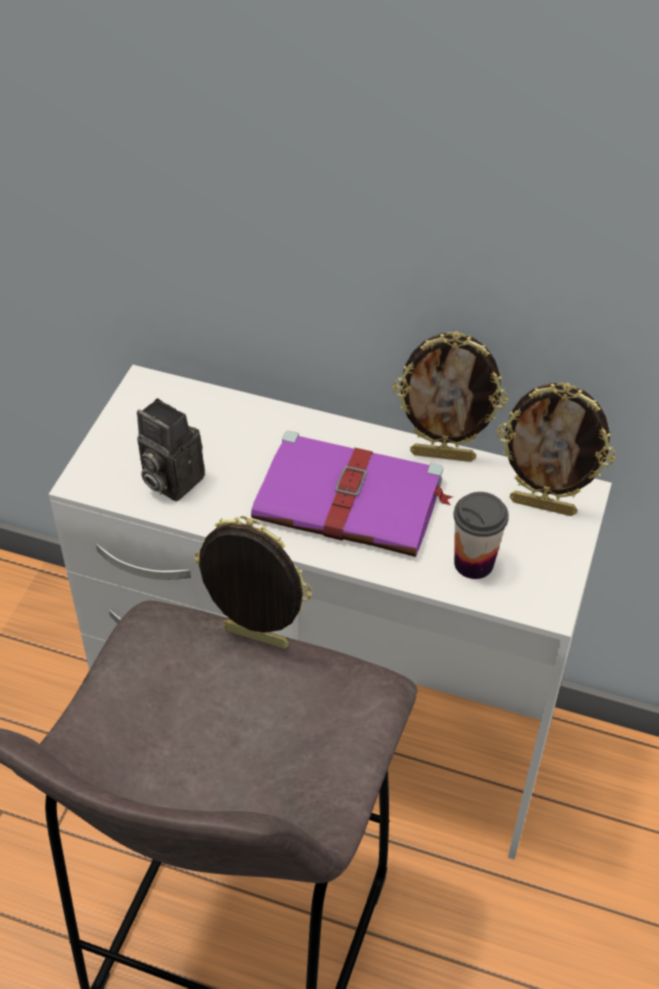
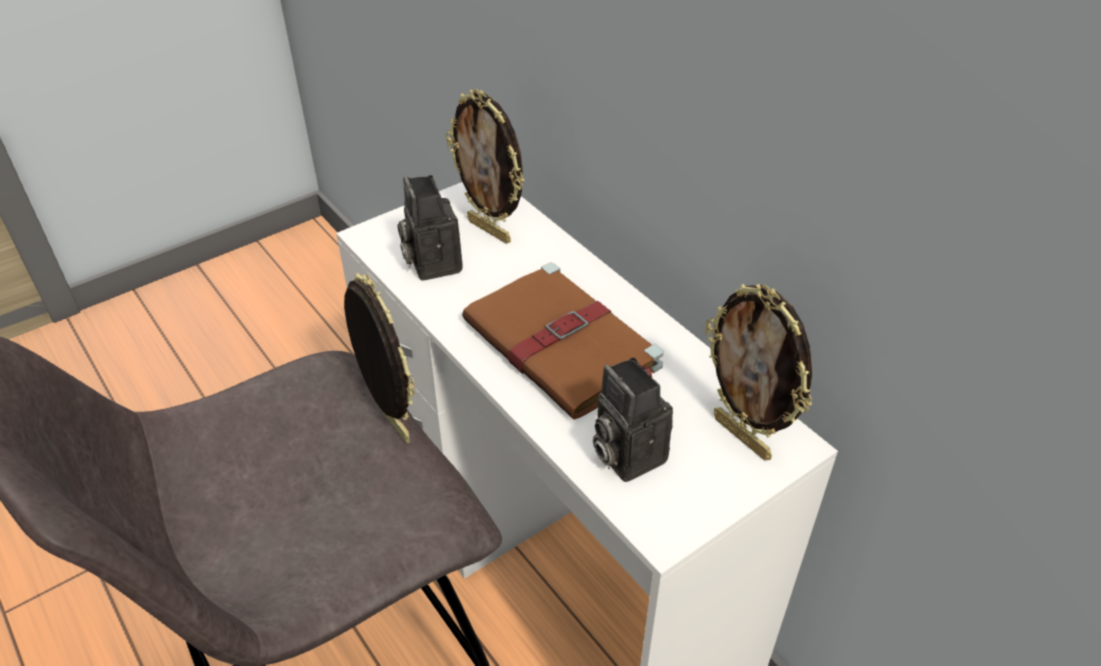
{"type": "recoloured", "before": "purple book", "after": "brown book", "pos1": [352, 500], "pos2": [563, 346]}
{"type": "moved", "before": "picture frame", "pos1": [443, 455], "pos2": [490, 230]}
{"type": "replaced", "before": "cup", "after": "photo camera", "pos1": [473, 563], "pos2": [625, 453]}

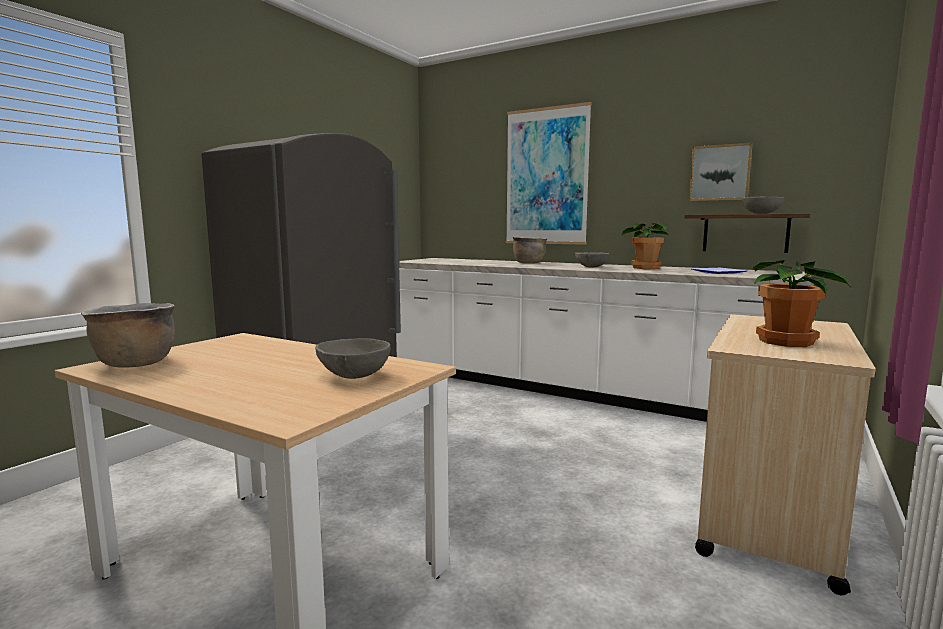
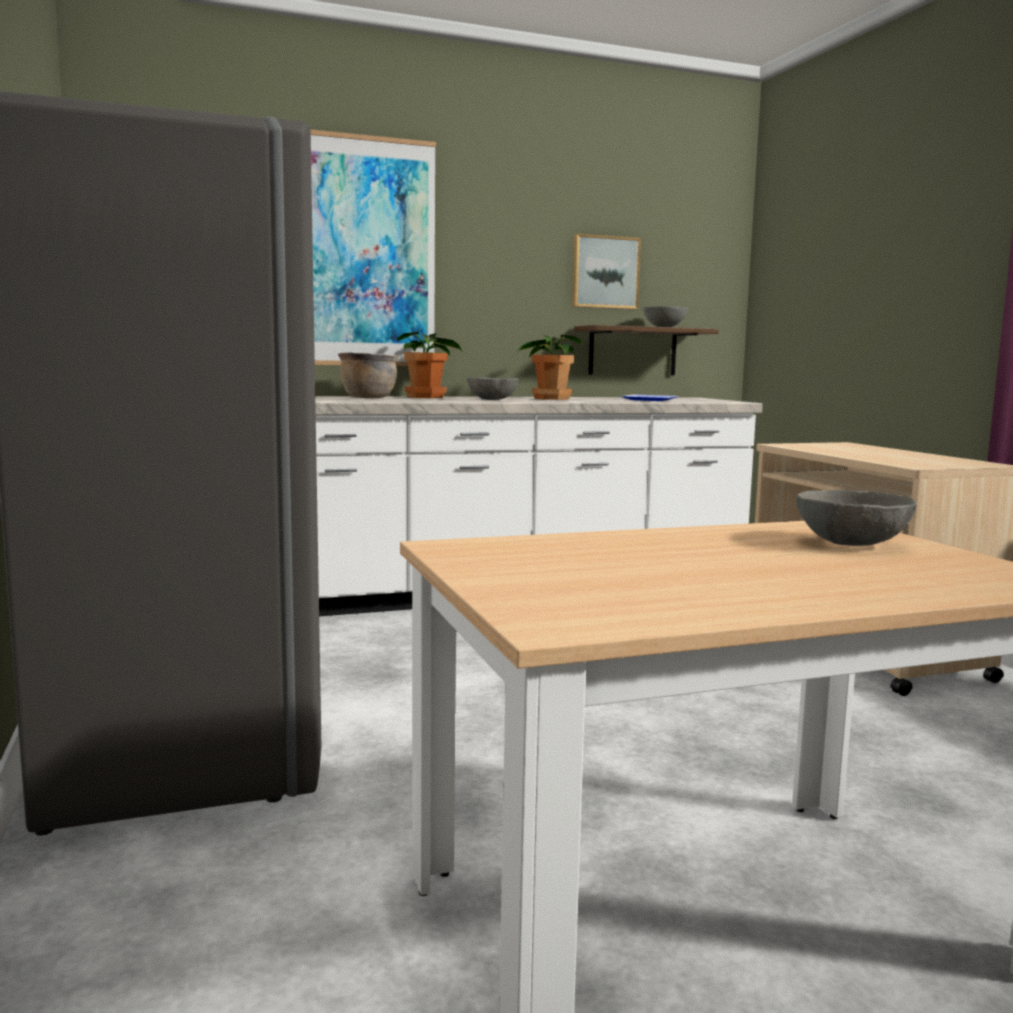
{"type": "removed", "before": "brown cooking pot", "pos1": [135, 364]}
{"type": "moved", "before": "potted plant", "pos1": [788, 342], "pos2": [427, 397]}

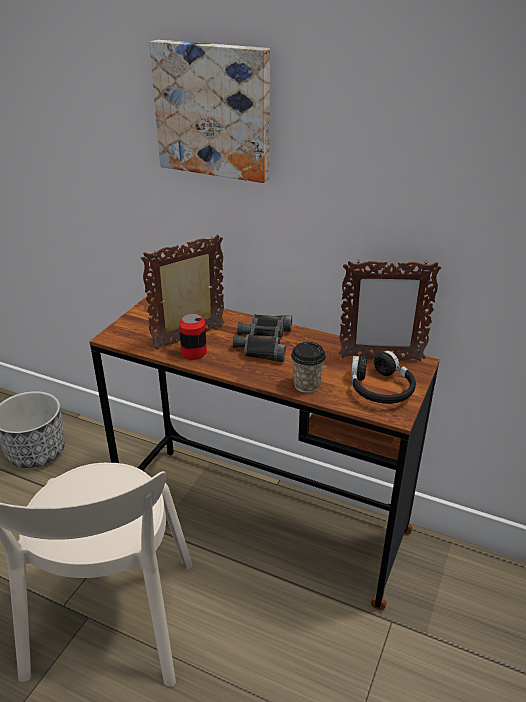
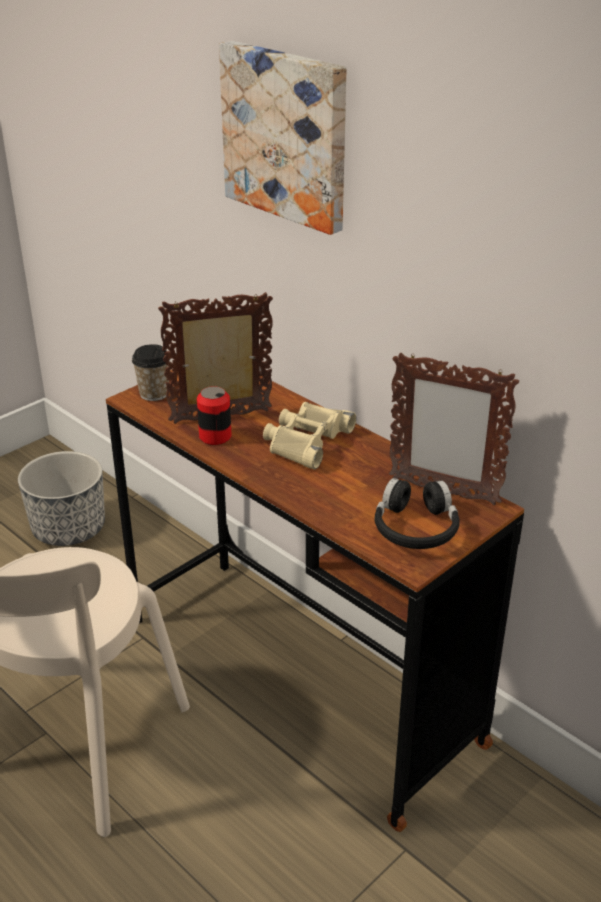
{"type": "recoloured", "before": "black binoculars", "after": "beige binoculars", "pos1": [263, 343], "pos2": [306, 441]}
{"type": "moved", "before": "cup", "pos1": [306, 385], "pos2": [154, 394]}

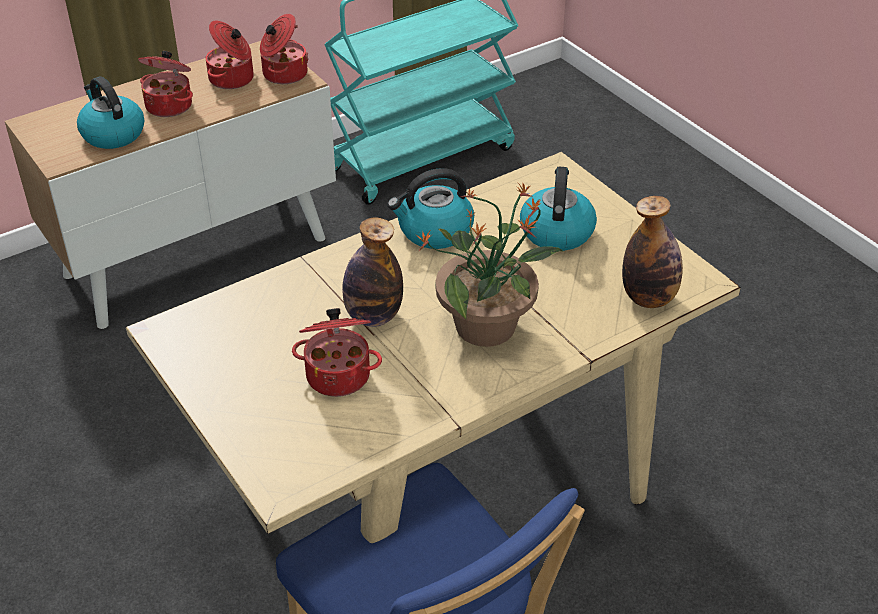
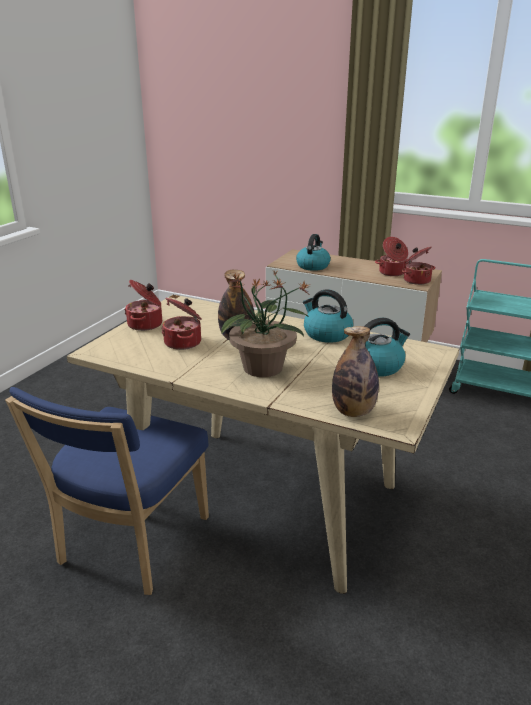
{"type": "moved", "before": "cooking pot", "pos1": [170, 105], "pos2": [146, 324]}

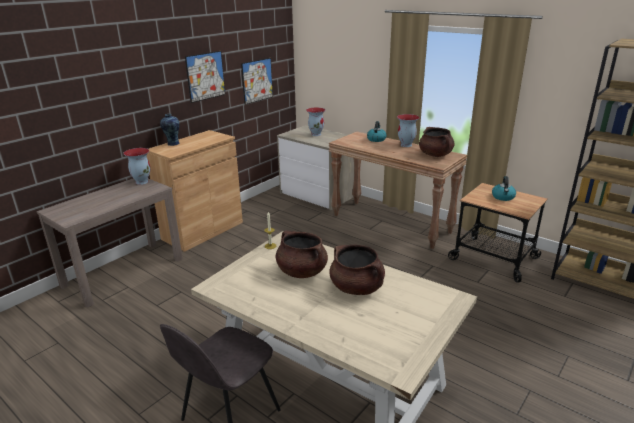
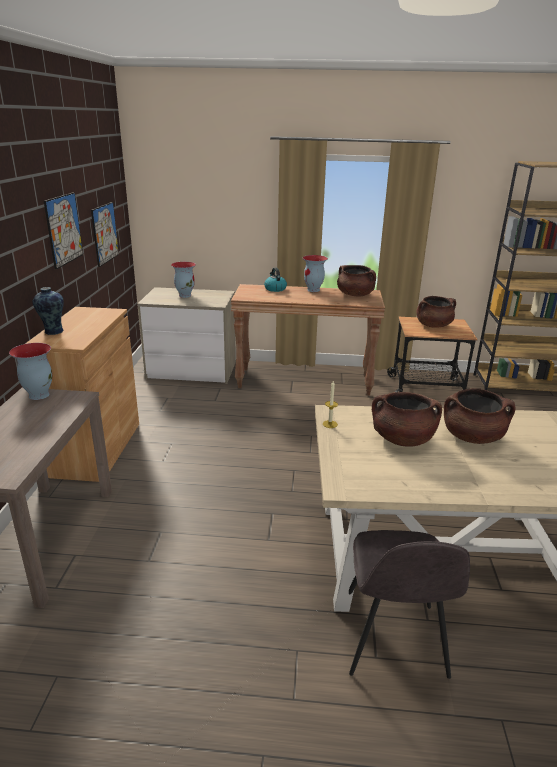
{"type": "replaced", "before": "kettle", "after": "brown cooking pot", "pos1": [503, 197], "pos2": [433, 325]}

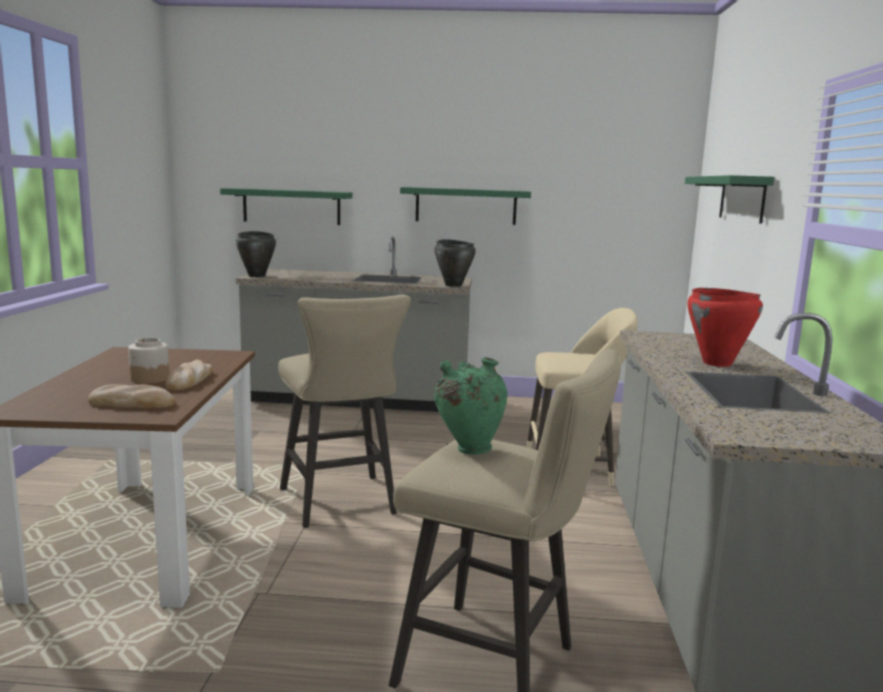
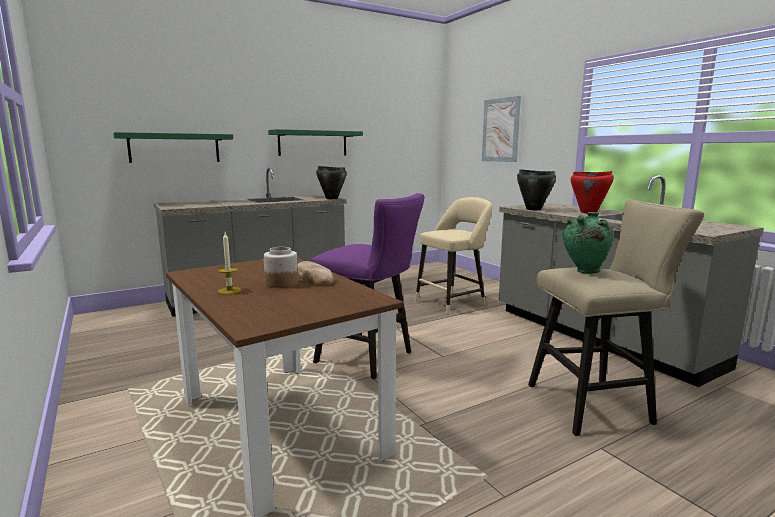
{"type": "removed", "before": "bread", "pos1": [132, 403]}
{"type": "moved", "before": "black cooking pot", "pos1": [257, 276], "pos2": [533, 209]}
{"type": "recoloured", "before": "beige stool", "after": "purple stool", "pos1": [341, 504], "pos2": [370, 358]}
{"type": "replaced", "before": "green shelf", "after": "picture", "pos1": [742, 198], "pos2": [500, 130]}
{"type": "added", "after": "candle", "pos2": [229, 291]}

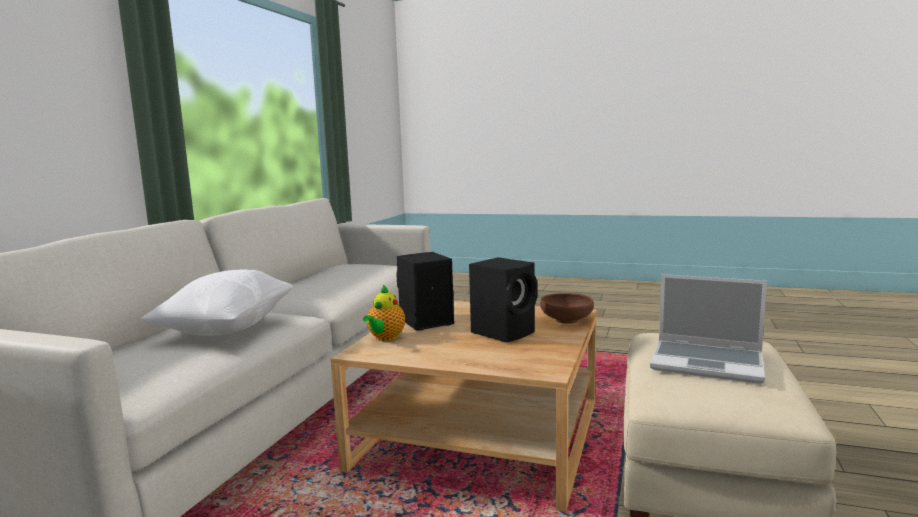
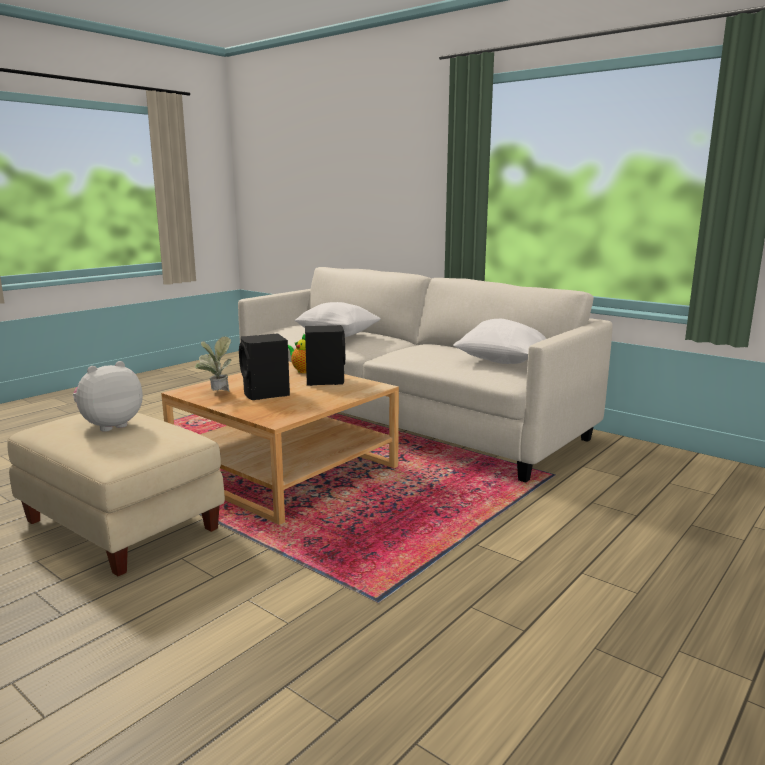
{"type": "removed", "before": "brown bowl", "pos1": [566, 320]}
{"type": "replaced", "before": "laptop", "after": "plush toy", "pos1": [708, 363], "pos2": [109, 425]}
{"type": "added", "after": "potted plant", "pos2": [216, 393]}
{"type": "added", "after": "white pillow", "pos2": [501, 361]}

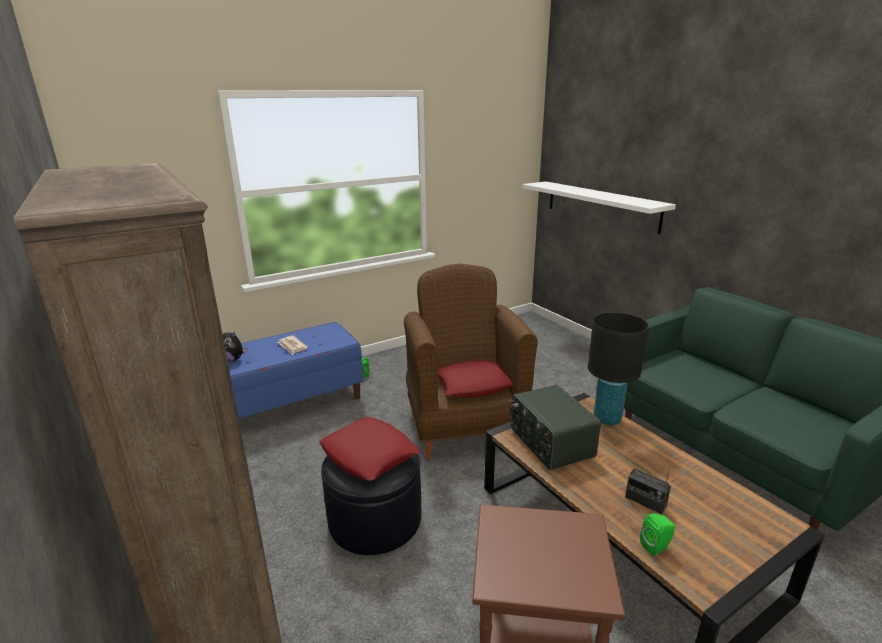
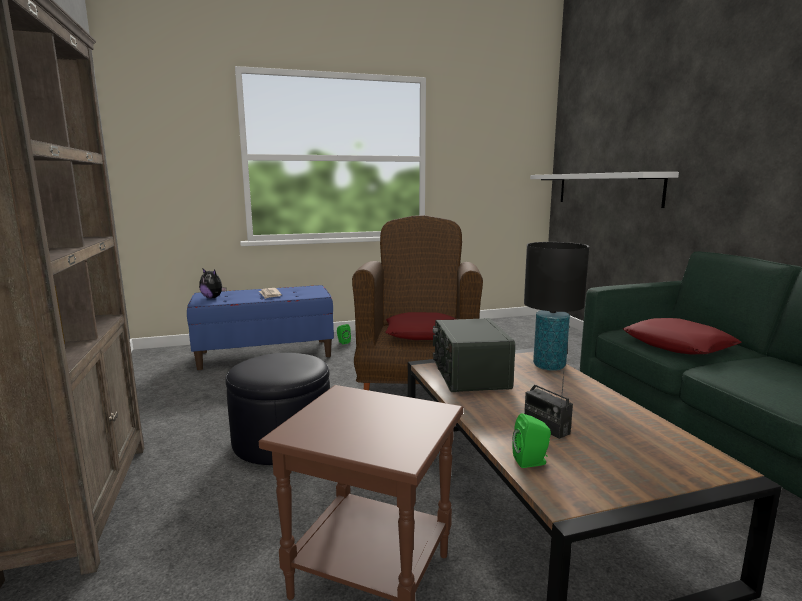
{"type": "moved", "before": "red pillow", "pos1": [369, 455], "pos2": [678, 345]}

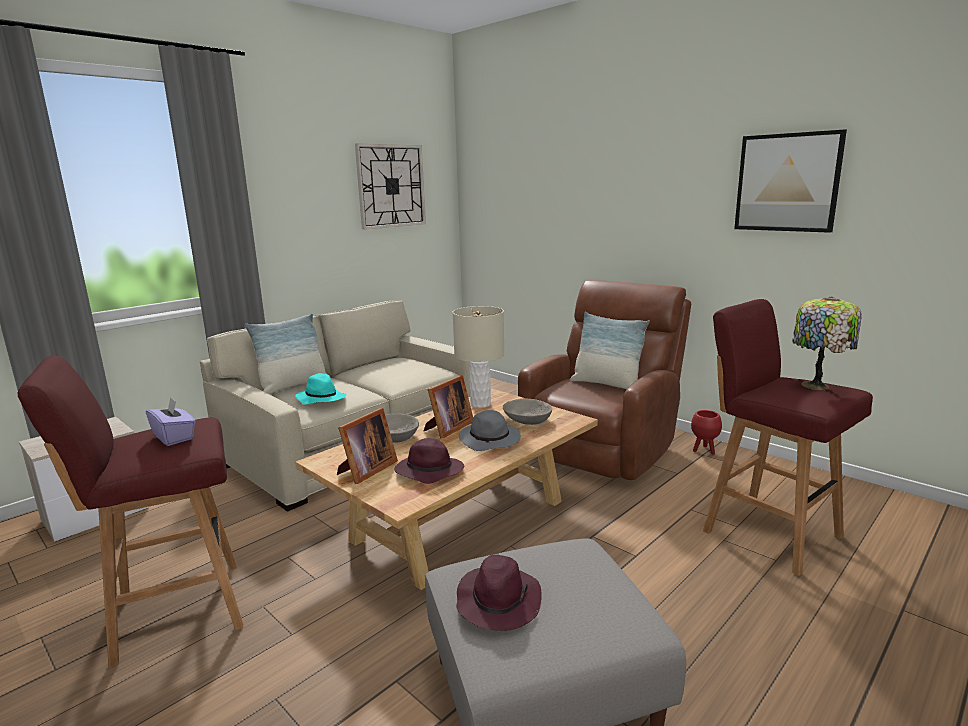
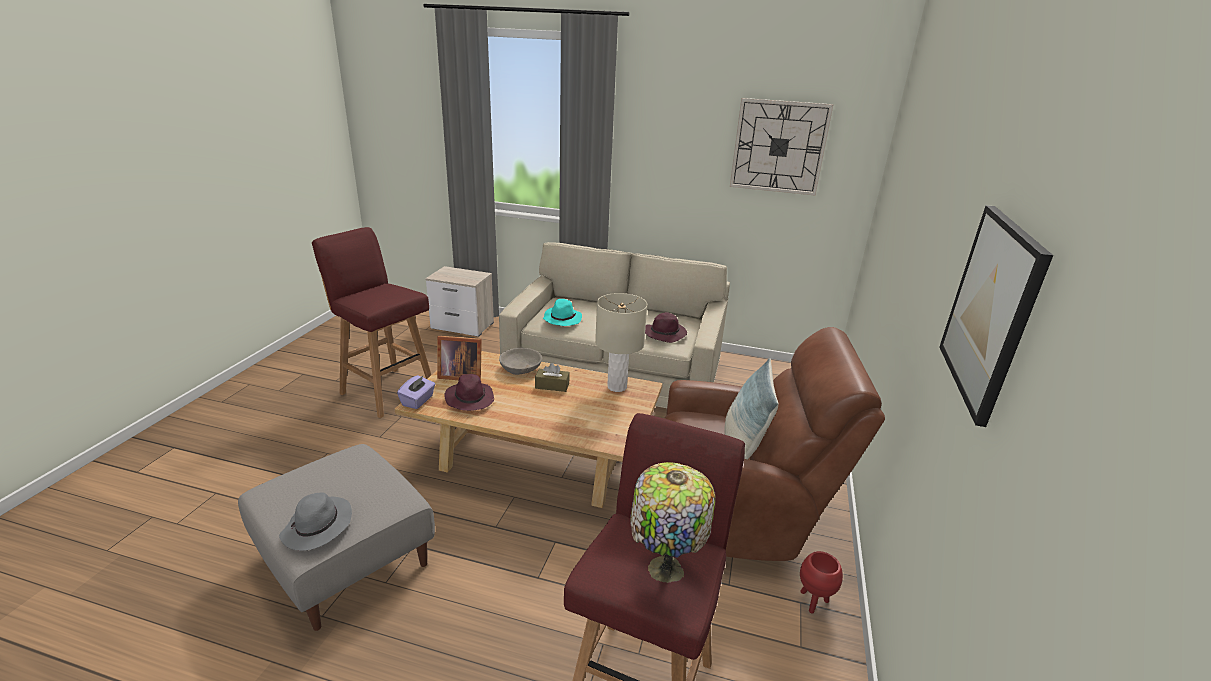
{"type": "moved", "before": "purple tissue box", "pos1": [174, 437], "pos2": [418, 401]}
{"type": "removed", "before": "pillow", "pos1": [293, 386]}
{"type": "replaced", "before": "picture frame", "after": "brown tissue box", "pos1": [447, 428], "pos2": [552, 386]}
{"type": "moved", "before": "purple hat", "pos1": [498, 601], "pos2": [665, 333]}
{"type": "moved", "before": "grey hat", "pos1": [490, 440], "pos2": [318, 527]}
{"type": "removed", "before": "grey bowl", "pos1": [527, 420]}

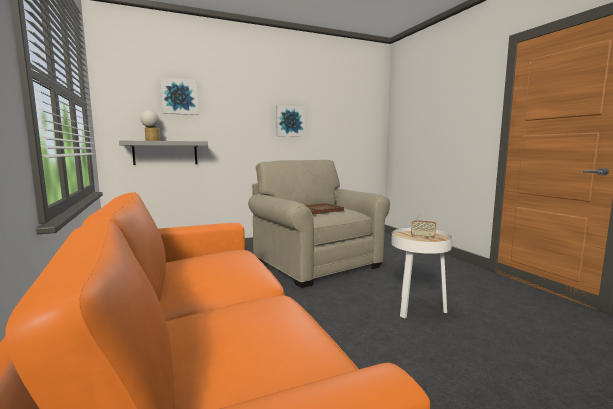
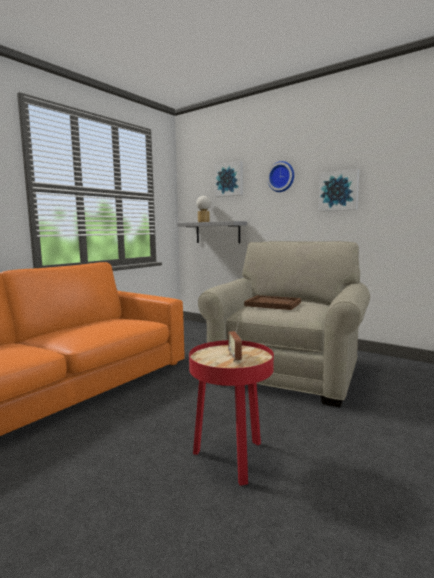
{"type": "recoloured", "before": "white side table", "after": "red side table", "pos1": [417, 308], "pos2": [231, 458]}
{"type": "added", "after": "wall clock", "pos2": [281, 177]}

